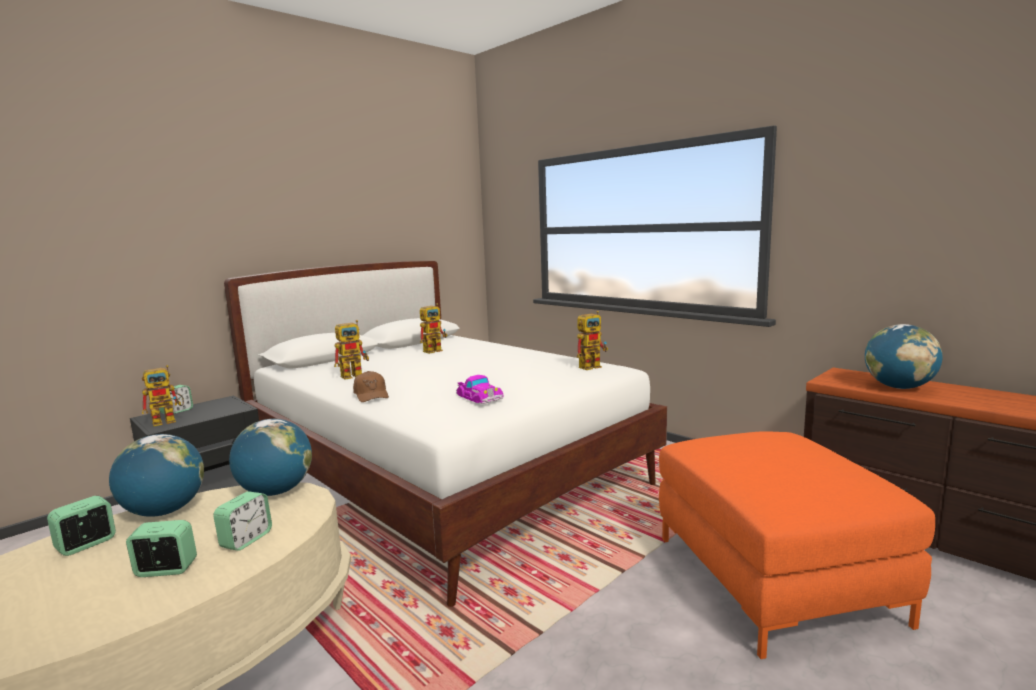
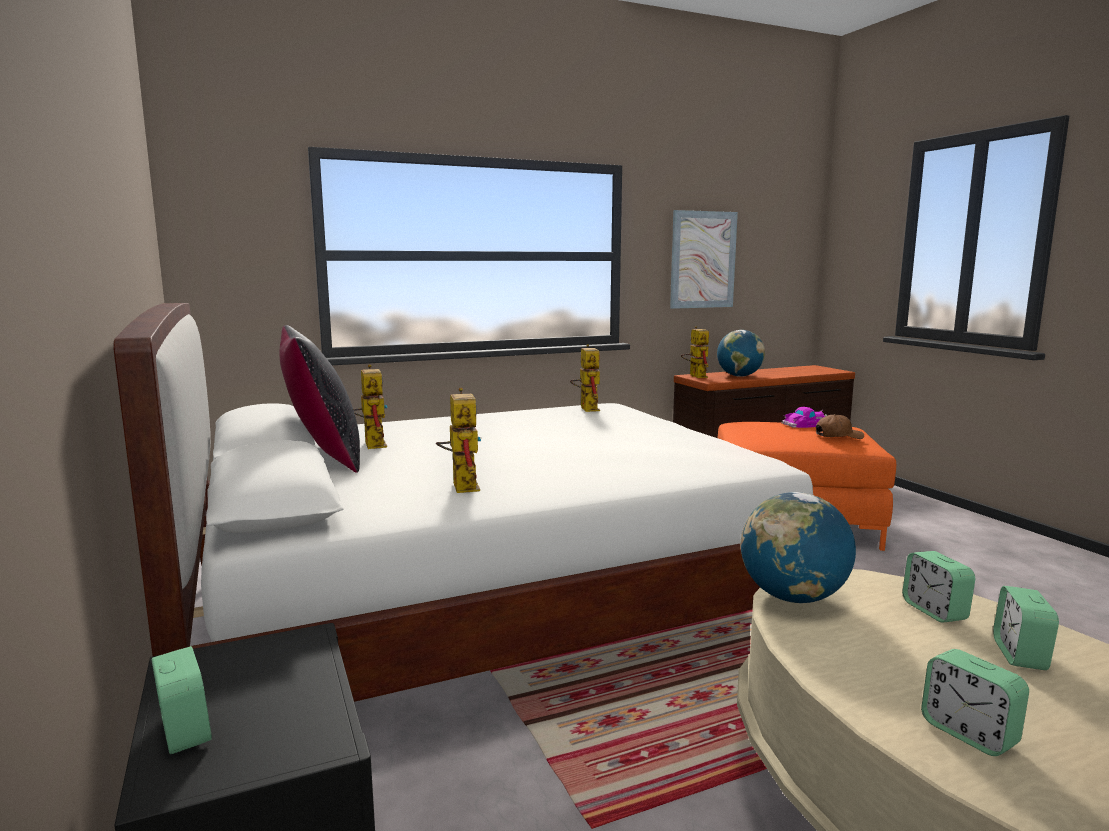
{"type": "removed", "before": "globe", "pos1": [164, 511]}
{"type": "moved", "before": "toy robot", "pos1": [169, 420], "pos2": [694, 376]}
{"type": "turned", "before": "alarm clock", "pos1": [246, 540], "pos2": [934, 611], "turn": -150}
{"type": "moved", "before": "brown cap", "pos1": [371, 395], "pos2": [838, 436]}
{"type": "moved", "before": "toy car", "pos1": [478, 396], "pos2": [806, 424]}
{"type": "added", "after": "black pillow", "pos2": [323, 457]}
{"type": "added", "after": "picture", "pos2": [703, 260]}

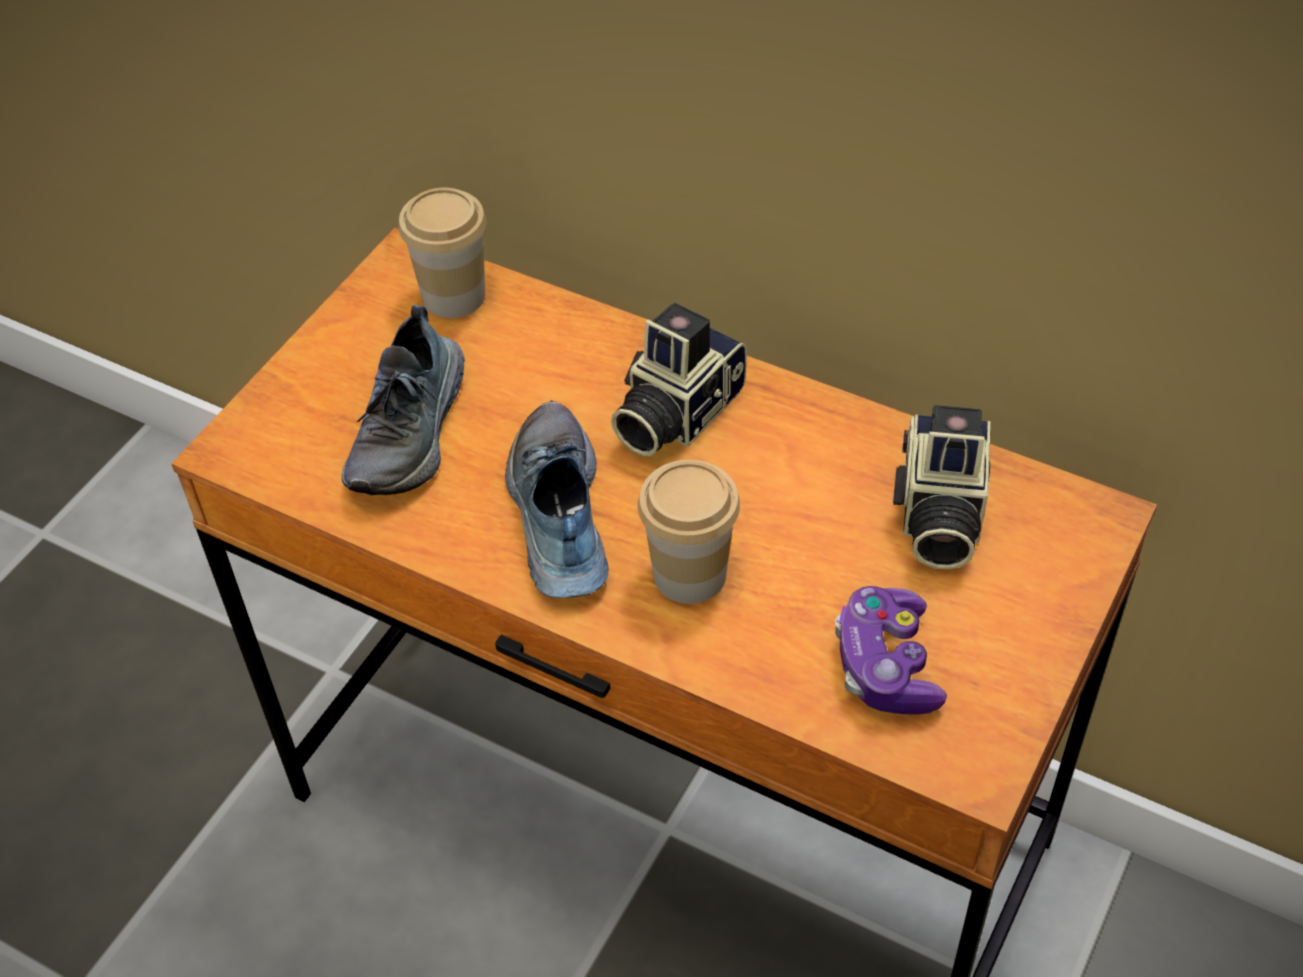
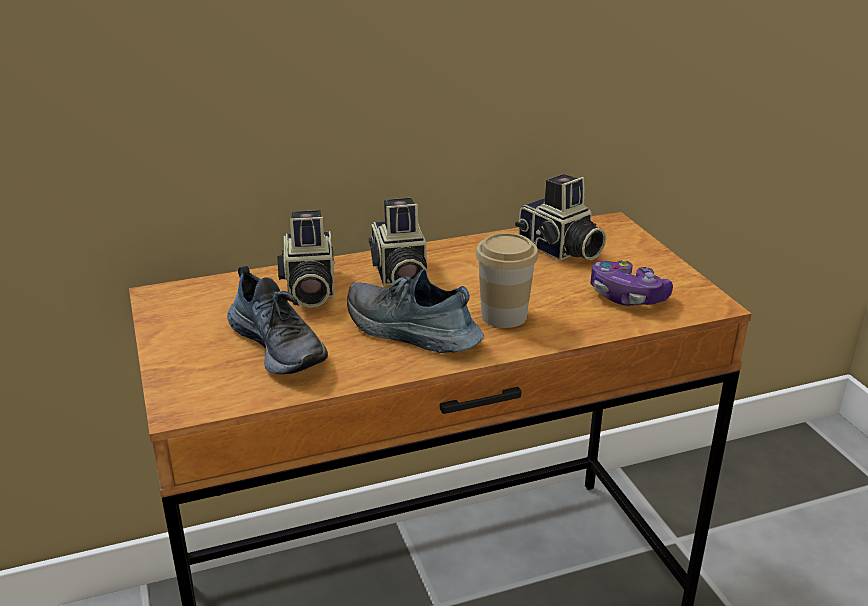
{"type": "removed", "before": "cup", "pos1": [454, 296]}
{"type": "added", "after": "photo camera", "pos2": [308, 290]}

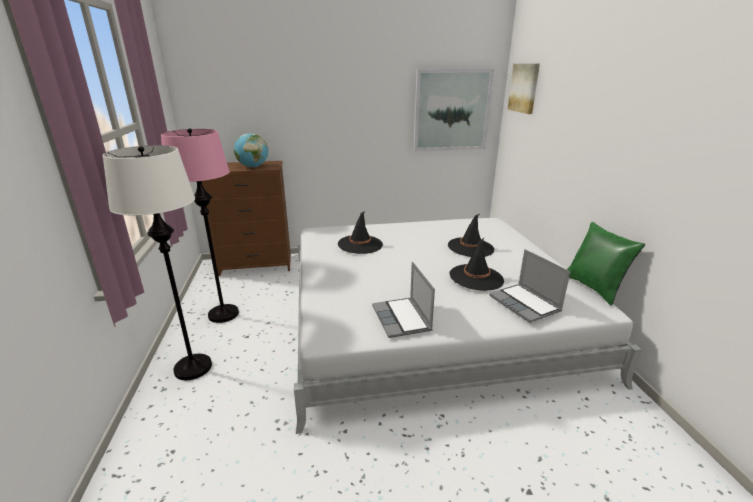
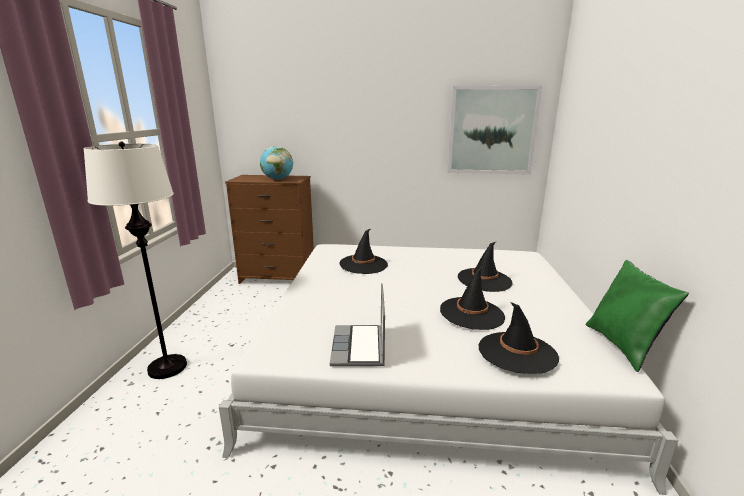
{"type": "removed", "before": "pink floor lamp", "pos1": [223, 314]}
{"type": "replaced", "before": "laptop", "after": "black hat", "pos1": [525, 304], "pos2": [517, 352]}
{"type": "removed", "before": "picture", "pos1": [524, 88]}

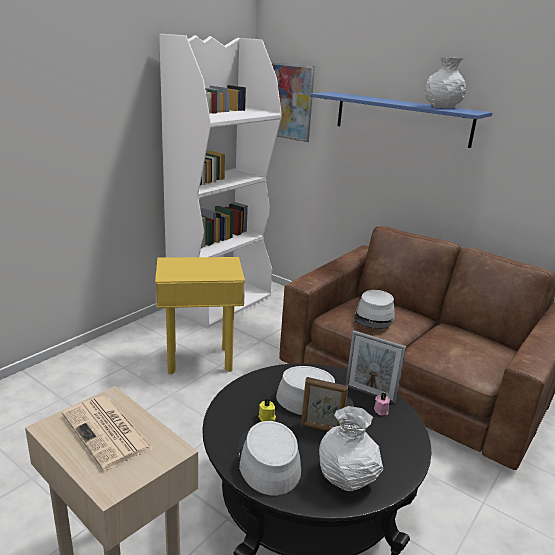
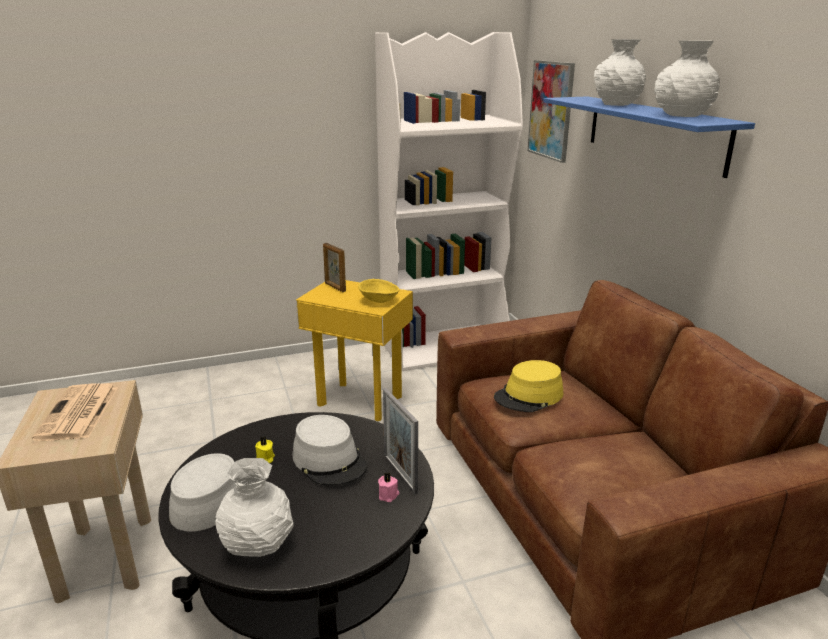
{"type": "moved", "before": "picture frame", "pos1": [321, 428], "pos2": [335, 287]}
{"type": "recoloured", "before": "grey hat", "after": "yellow hat", "pos1": [374, 317], "pos2": [529, 396]}
{"type": "added", "after": "yellow bowl", "pos2": [379, 301]}
{"type": "added", "after": "white vase", "pos2": [617, 104]}

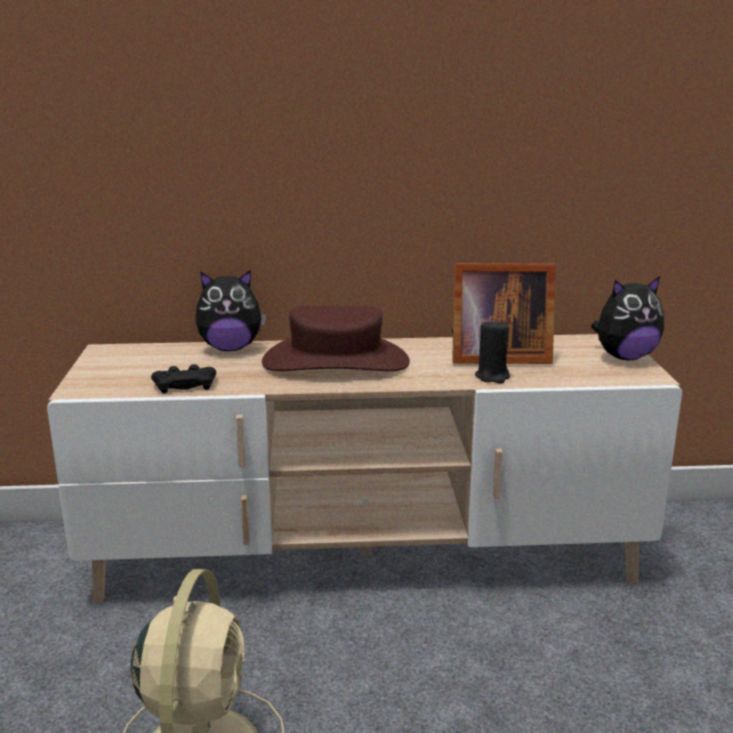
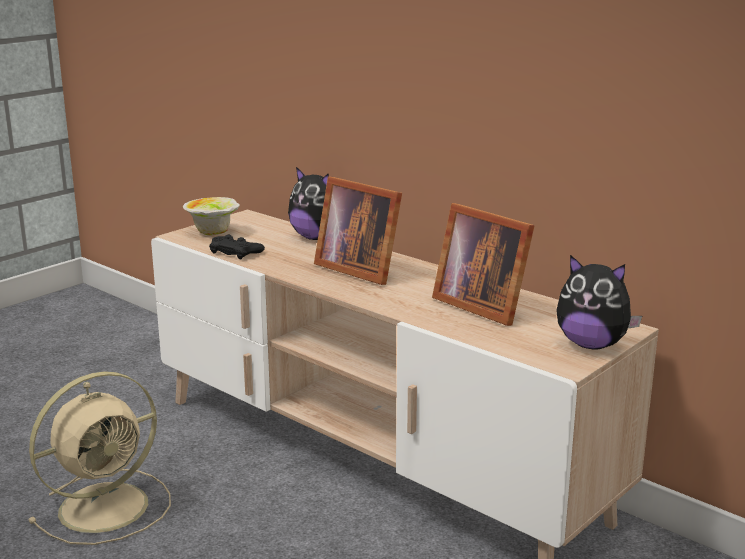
{"type": "replaced", "before": "brown hat", "after": "picture frame", "pos1": [336, 361], "pos2": [359, 268]}
{"type": "removed", "before": "black candle", "pos1": [492, 376]}
{"type": "added", "after": "bowl", "pos2": [213, 233]}

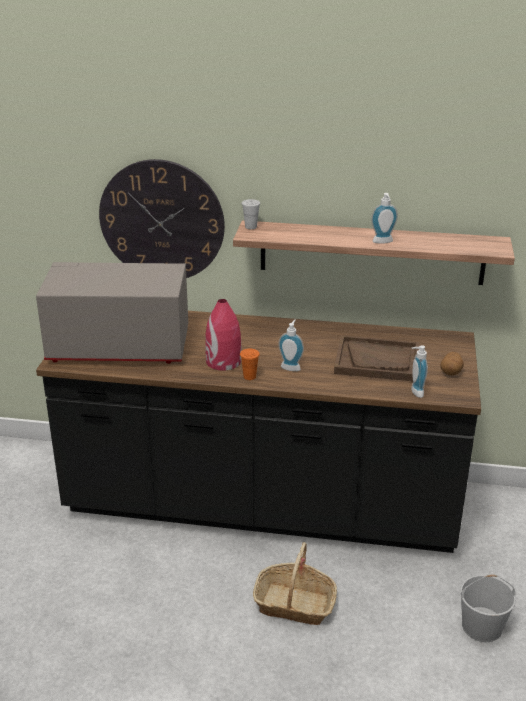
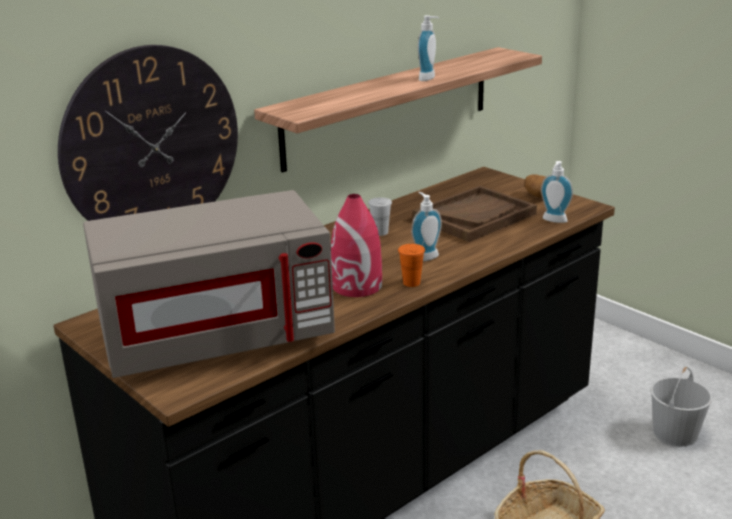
{"type": "turned", "before": "grey microwave", "pos1": [118, 348], "pos2": [217, 337], "turn": -150}
{"type": "moved", "before": "white cup", "pos1": [251, 227], "pos2": [380, 232]}

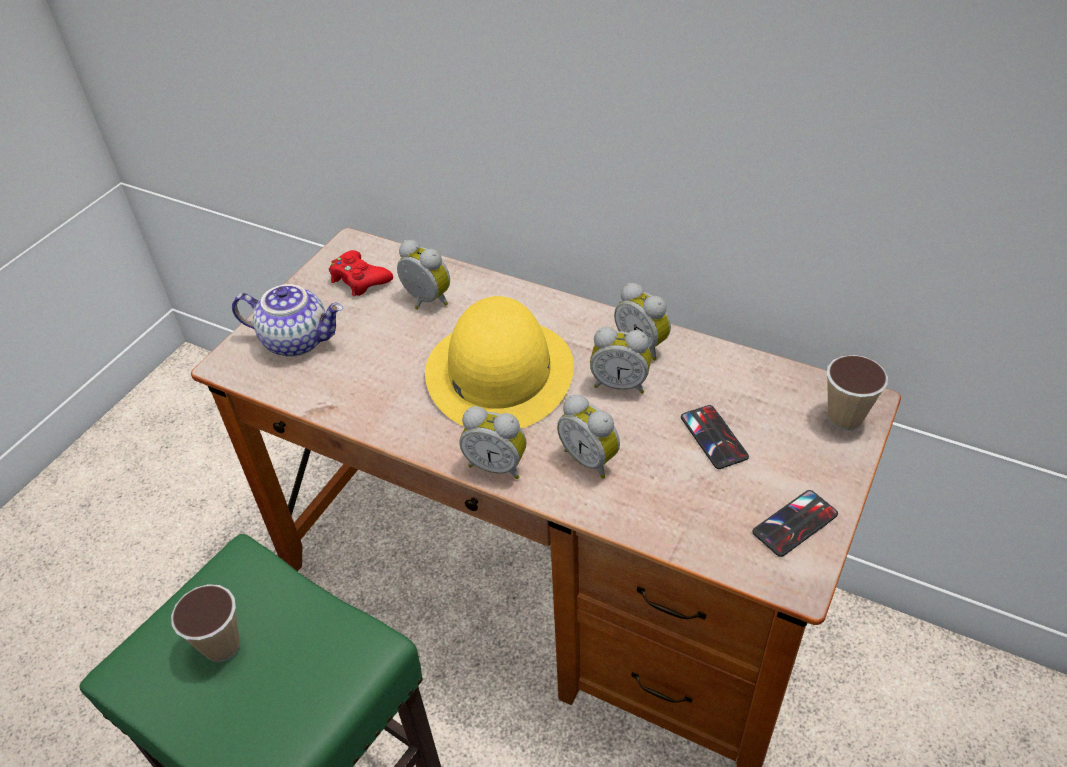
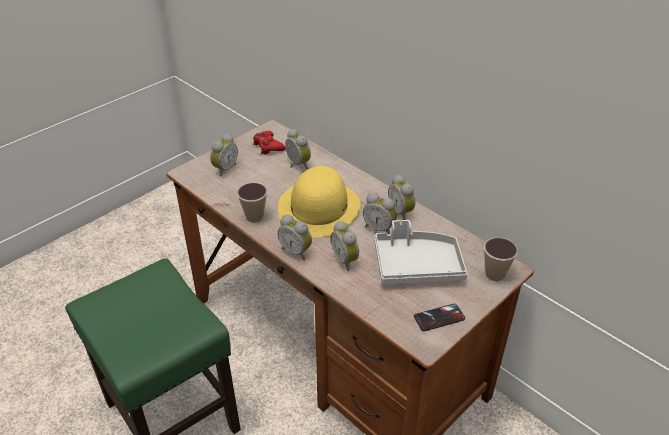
{"type": "moved", "before": "cup", "pos1": [222, 646], "pos2": [254, 217]}
{"type": "replaced", "before": "teapot", "after": "alarm clock", "pos1": [298, 340], "pos2": [224, 169]}
{"type": "replaced", "before": "phone", "after": "grey tray", "pos1": [714, 437], "pos2": [417, 266]}

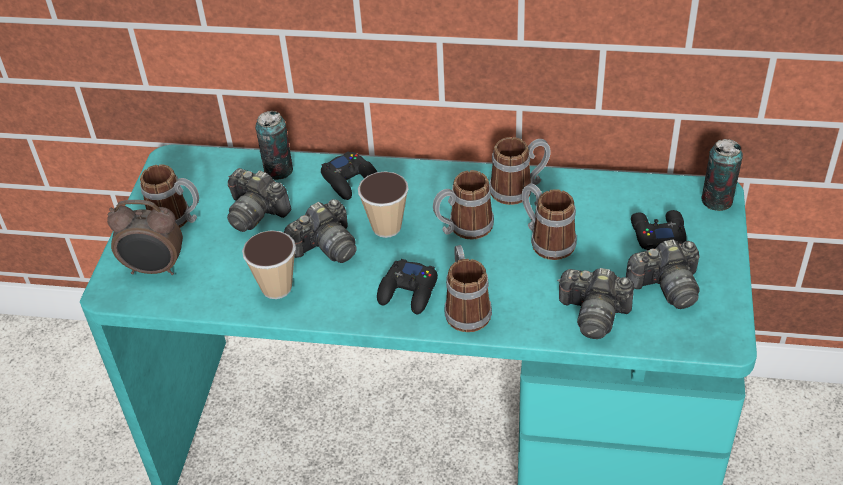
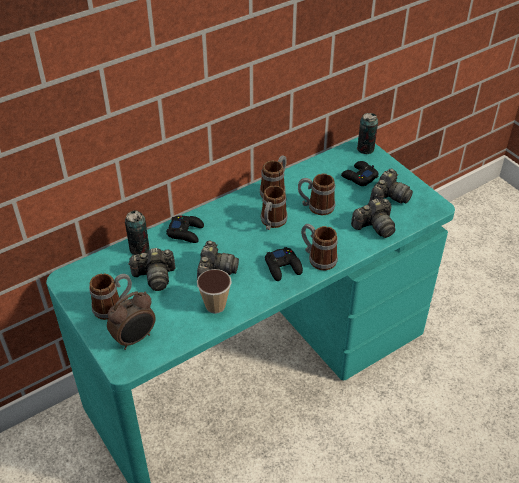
{"type": "removed", "before": "cup", "pos1": [386, 227]}

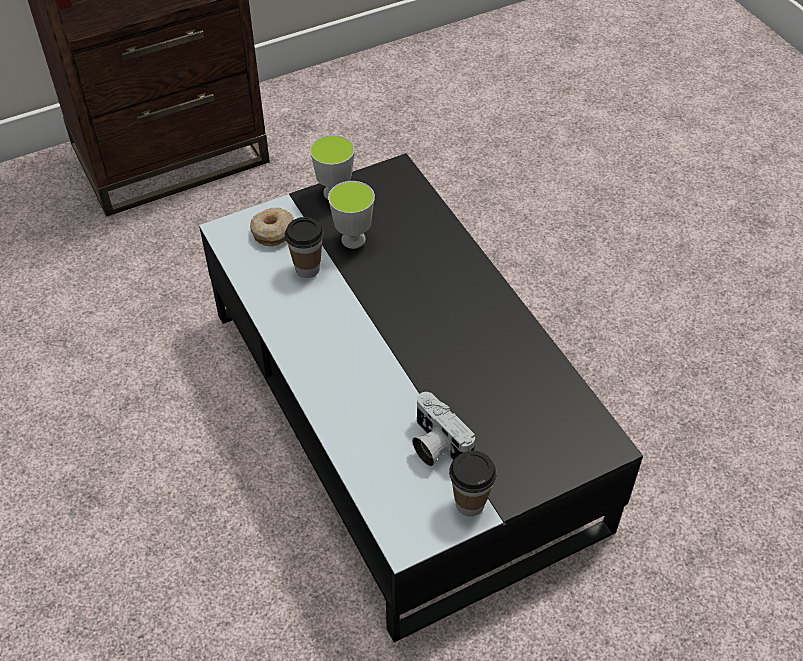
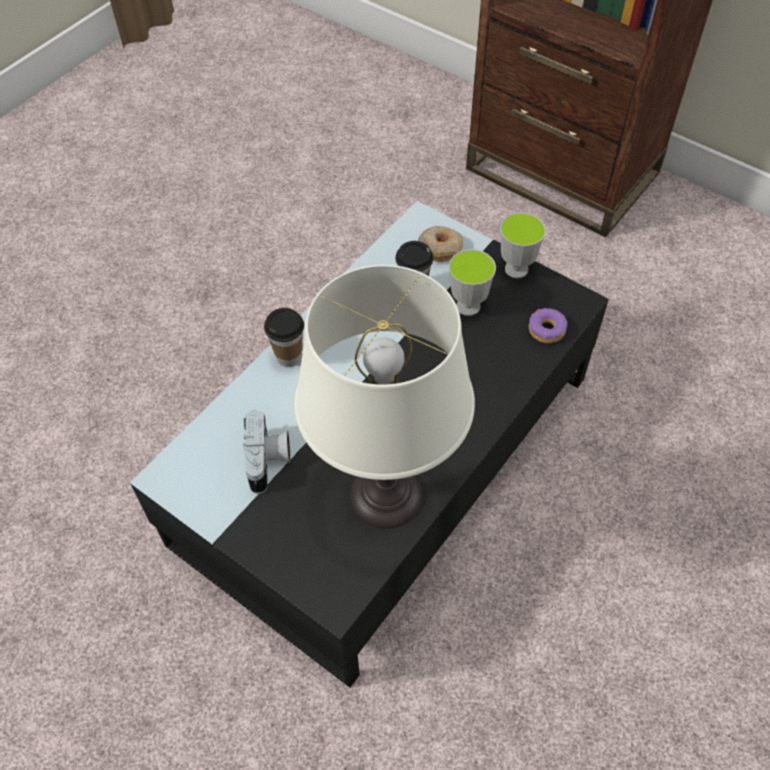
{"type": "turned", "before": "photo camera", "pos1": [436, 445], "pos2": [269, 461], "turn": 150}
{"type": "moved", "before": "cup", "pos1": [469, 504], "pos2": [289, 357]}
{"type": "added", "after": "white table lamp", "pos2": [386, 495]}
{"type": "added", "after": "donut", "pos2": [546, 330]}

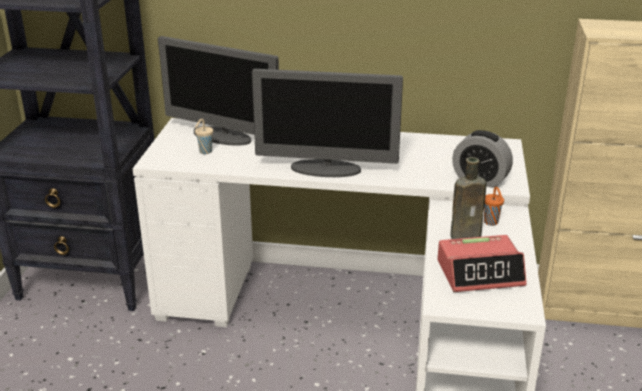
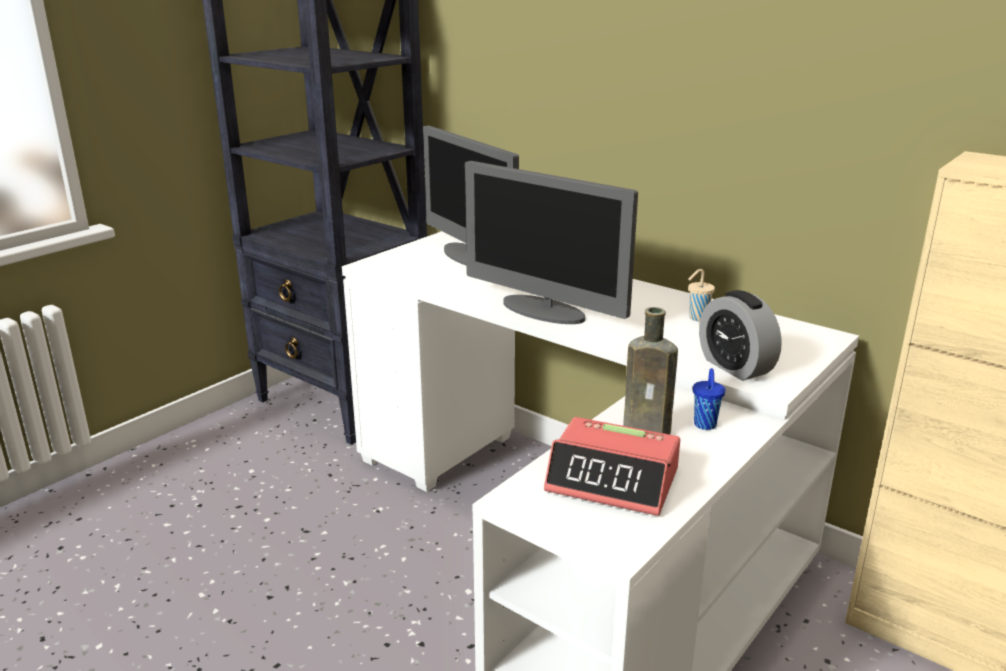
{"type": "moved", "before": "beige cup", "pos1": [205, 152], "pos2": [697, 318]}
{"type": "recoloured", "before": "orange cup", "after": "blue cup", "pos1": [491, 222], "pos2": [705, 425]}

